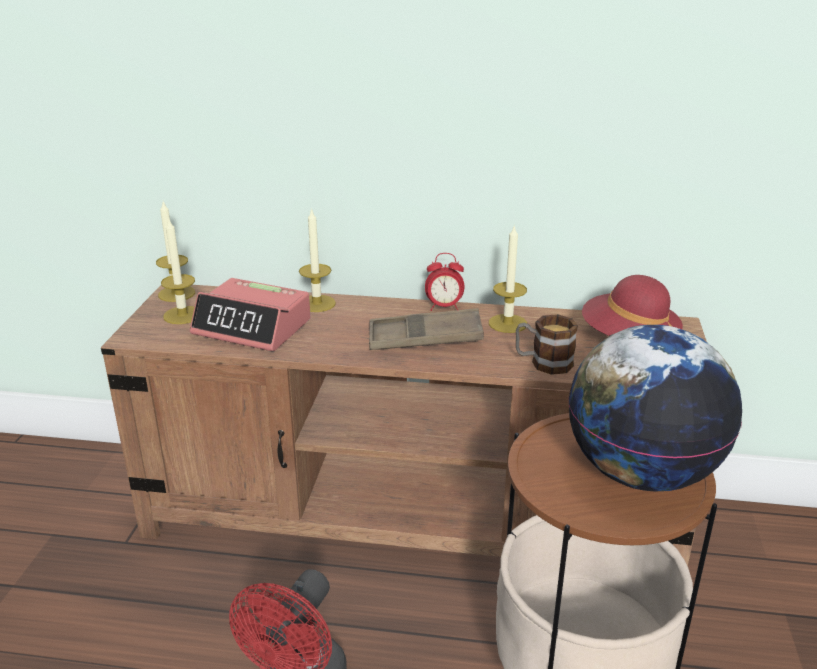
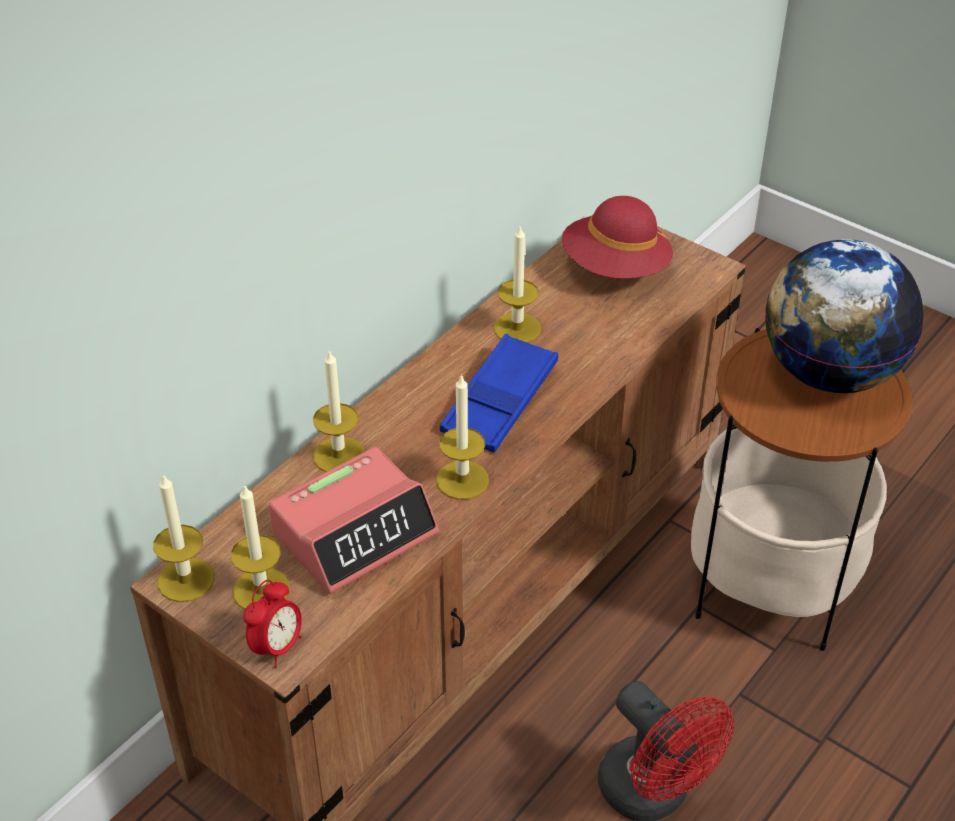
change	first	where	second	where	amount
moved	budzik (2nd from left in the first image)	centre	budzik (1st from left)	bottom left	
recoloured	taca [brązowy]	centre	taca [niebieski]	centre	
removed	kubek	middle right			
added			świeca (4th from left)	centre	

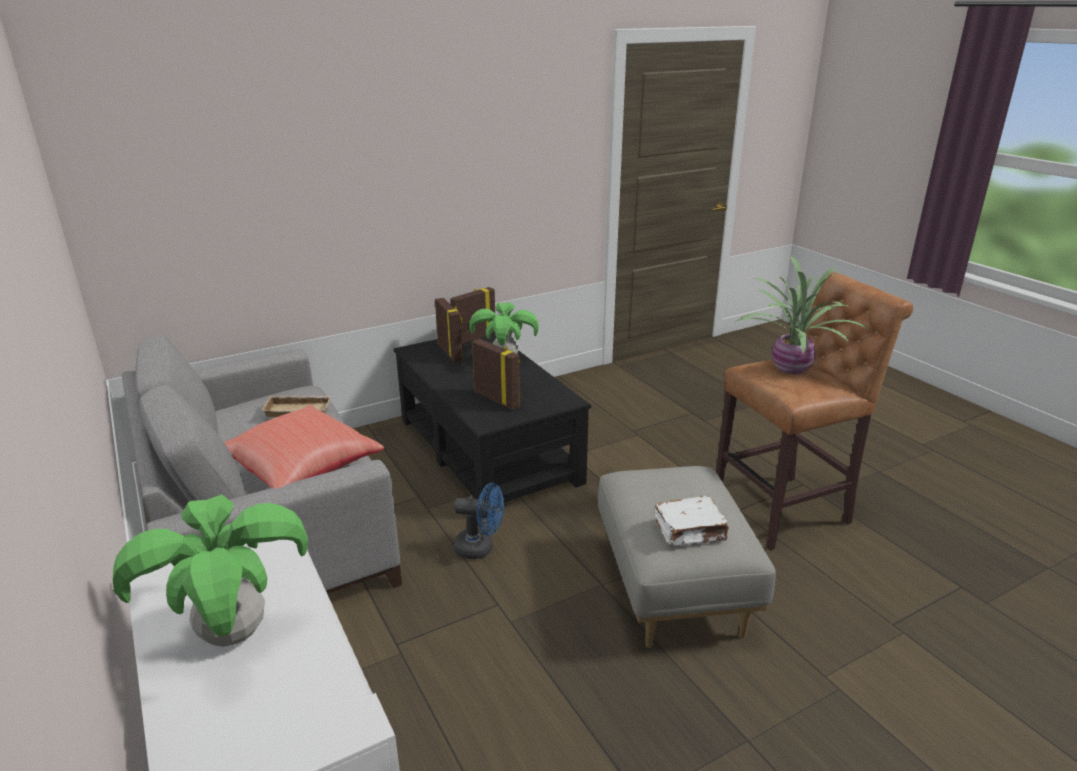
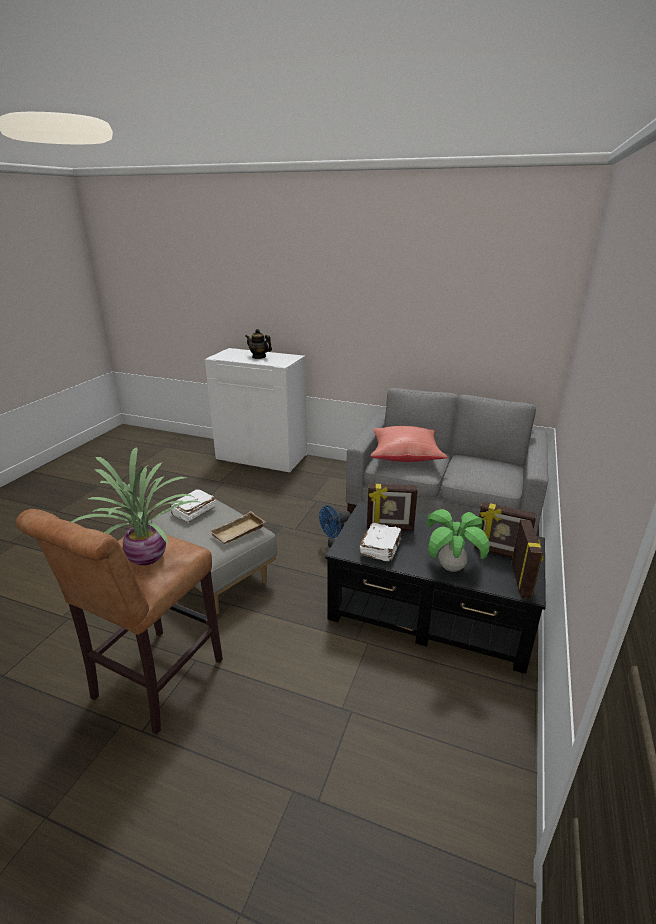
change	first	where	second	where	amount
moved	taca [beżowy]	middle left		centre	
replaced	roślina doniczkowa (1st from left)	bottom left	imbryk	centre	
added			książka [biały] (2nd from left)	centre	

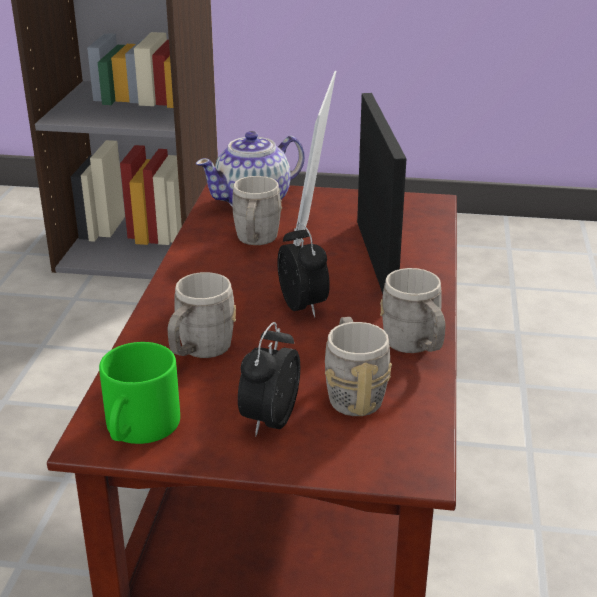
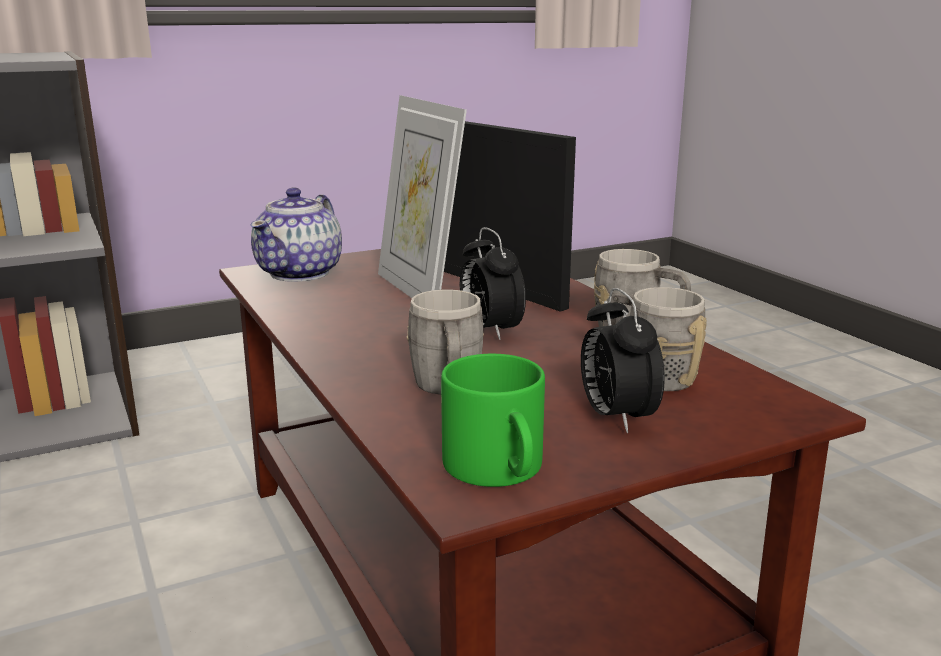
change	first	where	second	where	amount
removed	kubek [szary] (2nd from left)	centre			
turned	budzik (2nd from left in the first image)	centre	budzik (1st from left)	centre	150 degrees counterclockwise

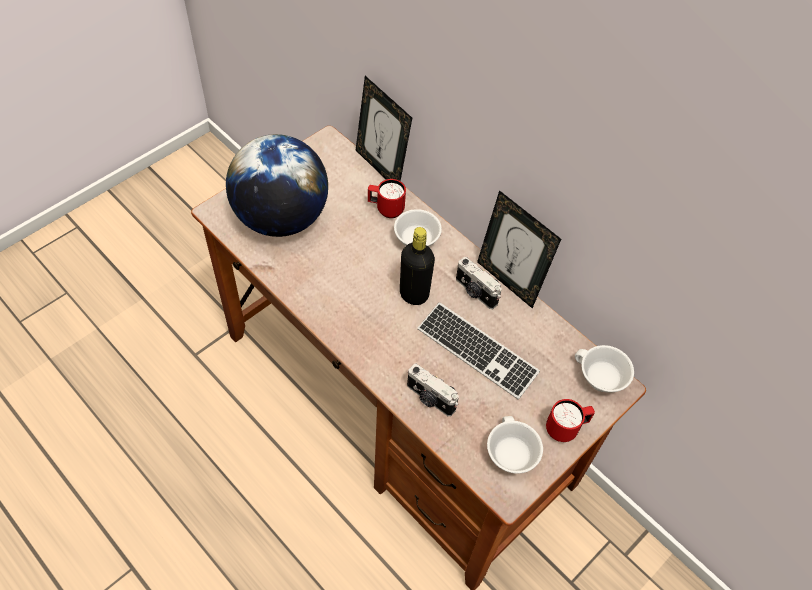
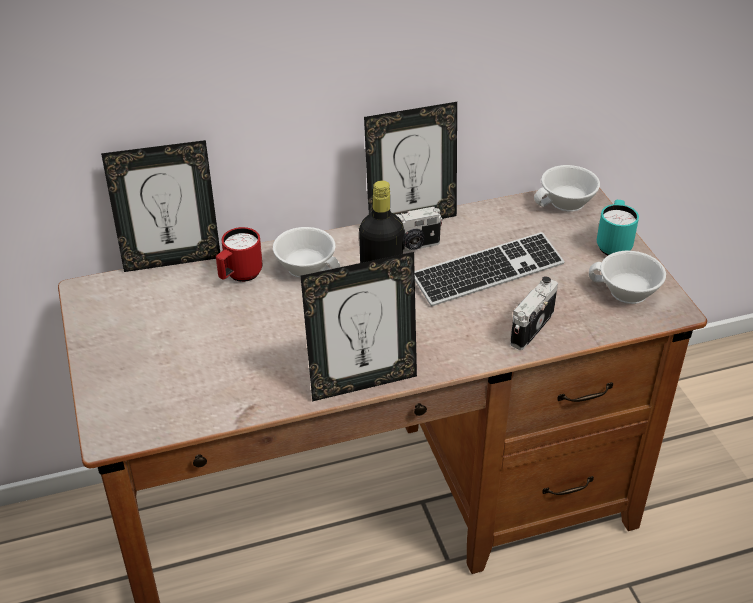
change	first	where	second	where	amount
removed	globus	top centre			
turned	aparat fotograficzny (1st from left in the first image)	centre	aparat fotograficzny (2nd from left)	middle right	150 degrees clockwise
recoloured	kubek [czerwony] (2nd from left)	bottom right	kubek [turkusowy]	middle right	
added			ramka na zdjęcie (2nd from left)	centre	

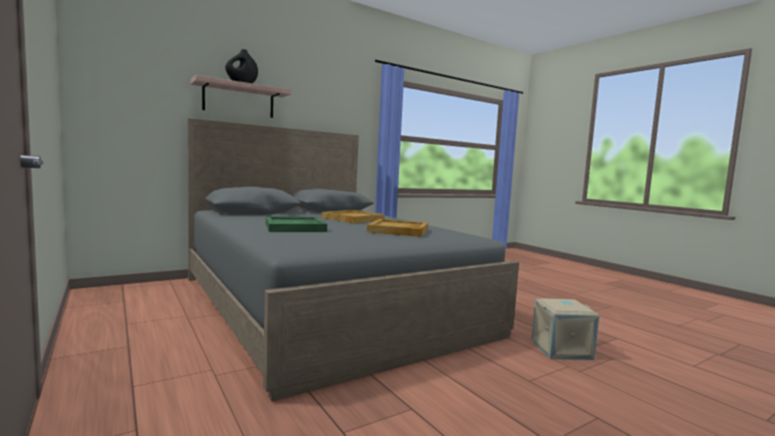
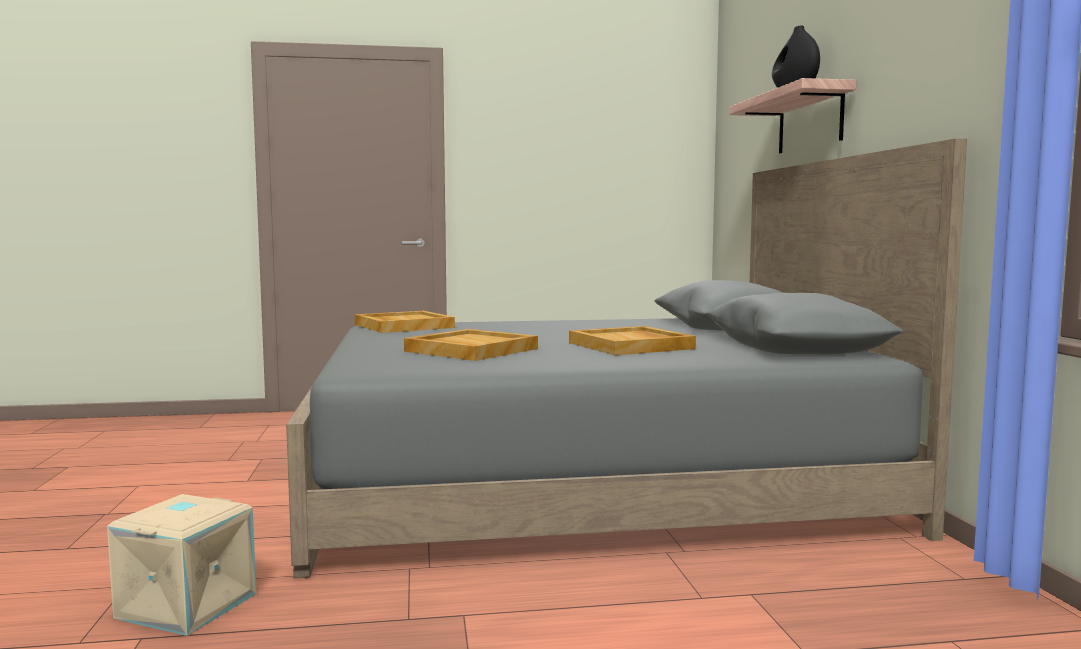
change	first	where	second	where	amount
removed	taca [zielony]	centre			
added			taca [beżowy] (1st from left)	centre	

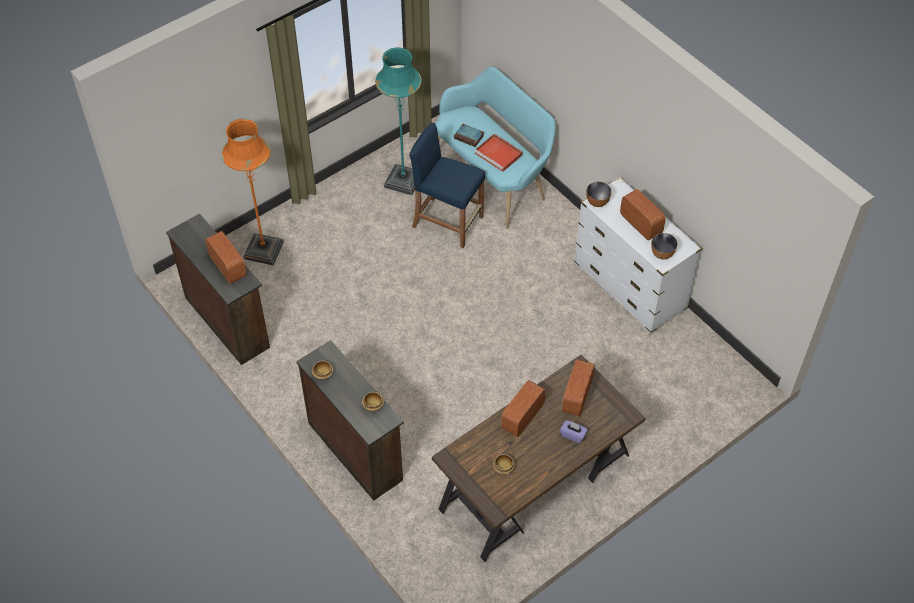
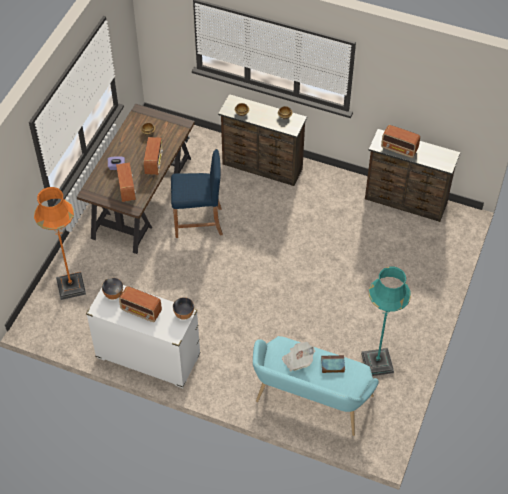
change	first	where	second	where	amount
moved	lampa stojąca [pomarańczowy]	top left		middle left	
moved	stołek [niebieski]	top centre		centre	
replaced	taca [czerwony]	top centre	gazeta	bottom centre	

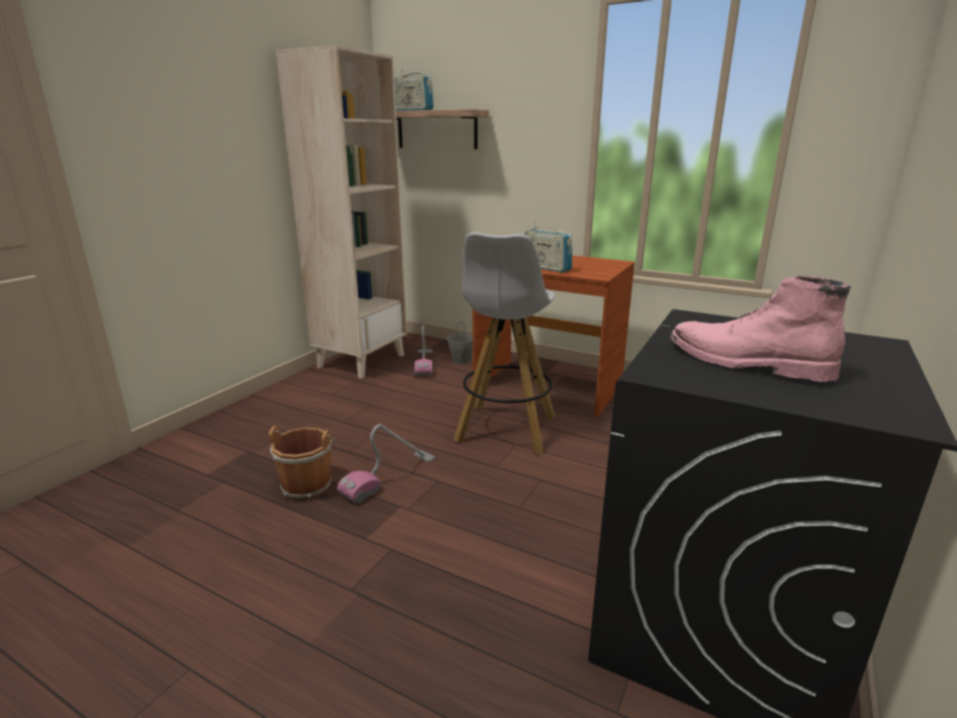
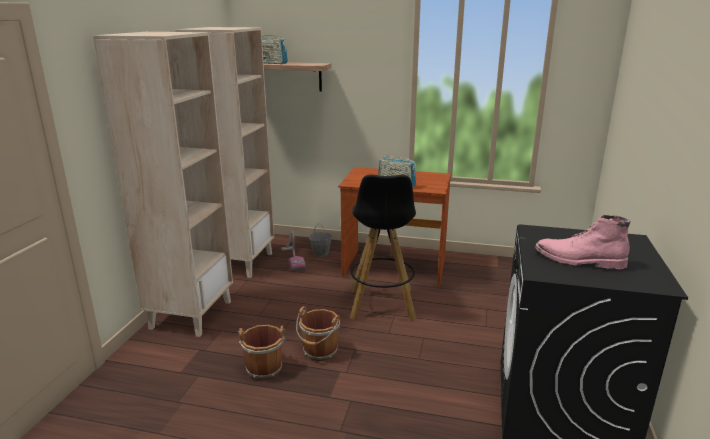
change	first	where	second	where	amount
recoloured	stołek [biały]	centre	stołek [czarny]	centre	
replaced	odkurzacz (1st from left)	centre	wiadro [brązowy] (2nd from left)	bottom centre	
added			regał [beżowy] (1st from left)	middle left	

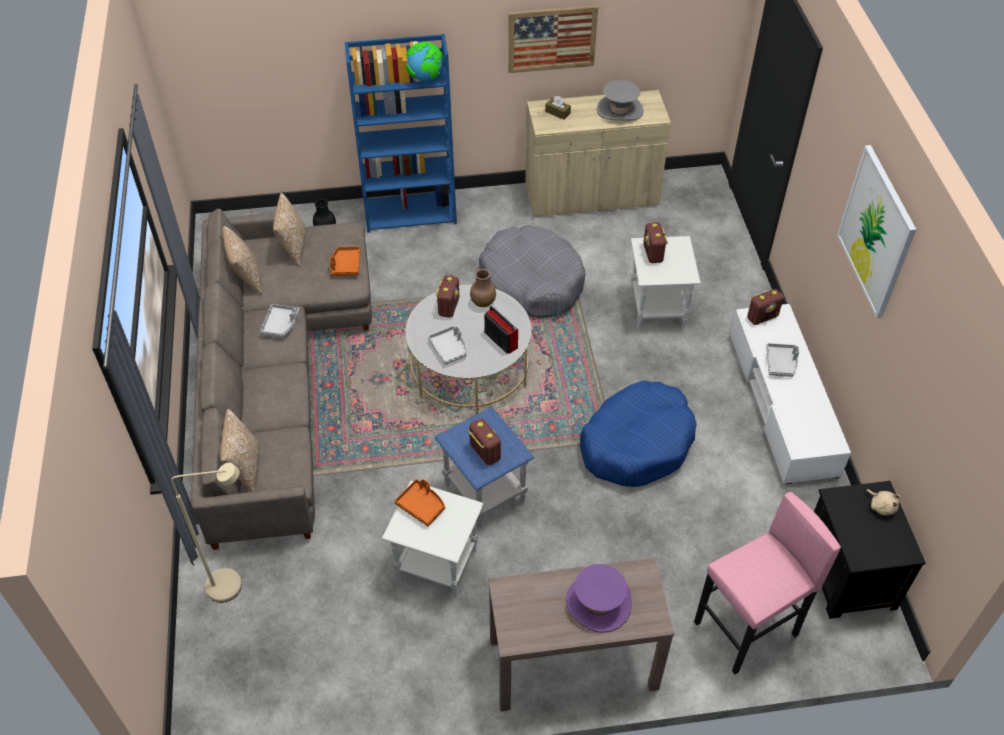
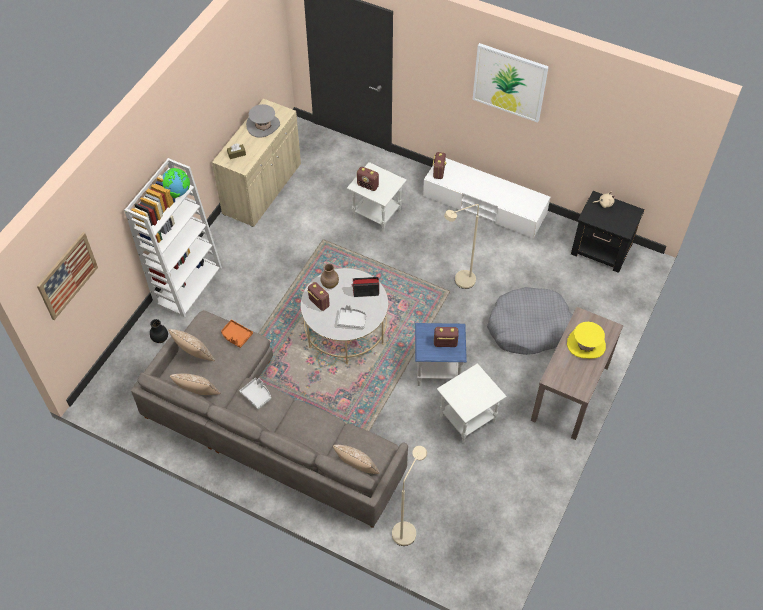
change	first	where	second	where	amount
moved	obraz (1st from left)	top centre		middle left	
recoloured	regał [niebieski]	top centre	regał [biały]	middle left	
moved	legowisko [szary]	centre		middle right	
removed	taca [szary] (3rd from left)	middle right			
replaced	legowisko [niebieski]	centre	lampa stojąca [beżowy] (2nd from left)	centre	
removed	taca [pomarańczowy] (2nd from left)	bottom centre			
removed	stołek [różowy]	bottom right			
recoloured	kapelusz [fioletowy]	bottom centre	kapelusz [żółty]	middle right	

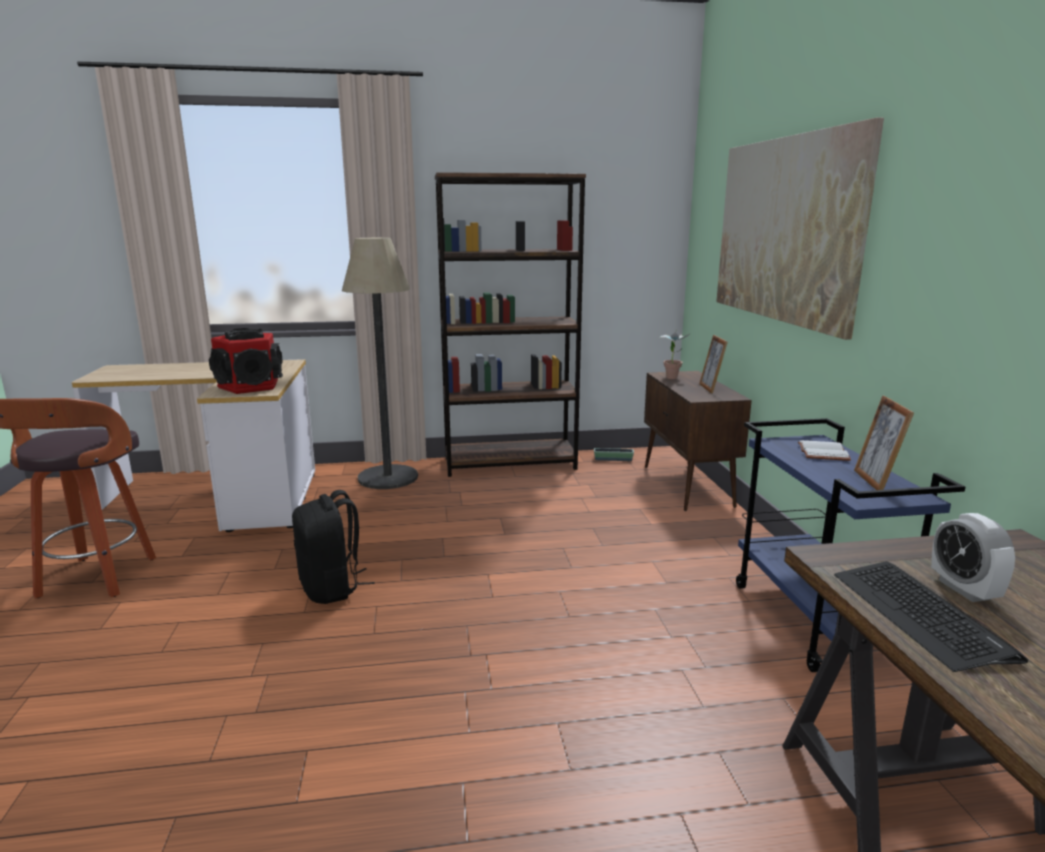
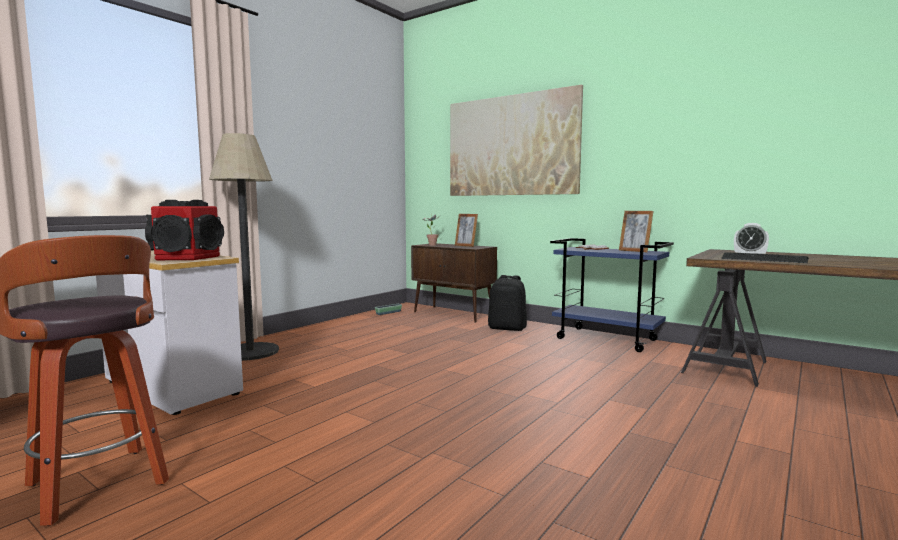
change	first	where	second	where	amount
removed	regał [brązowy]	centre			
moved	plecak [czarny]	middle left		centre	

